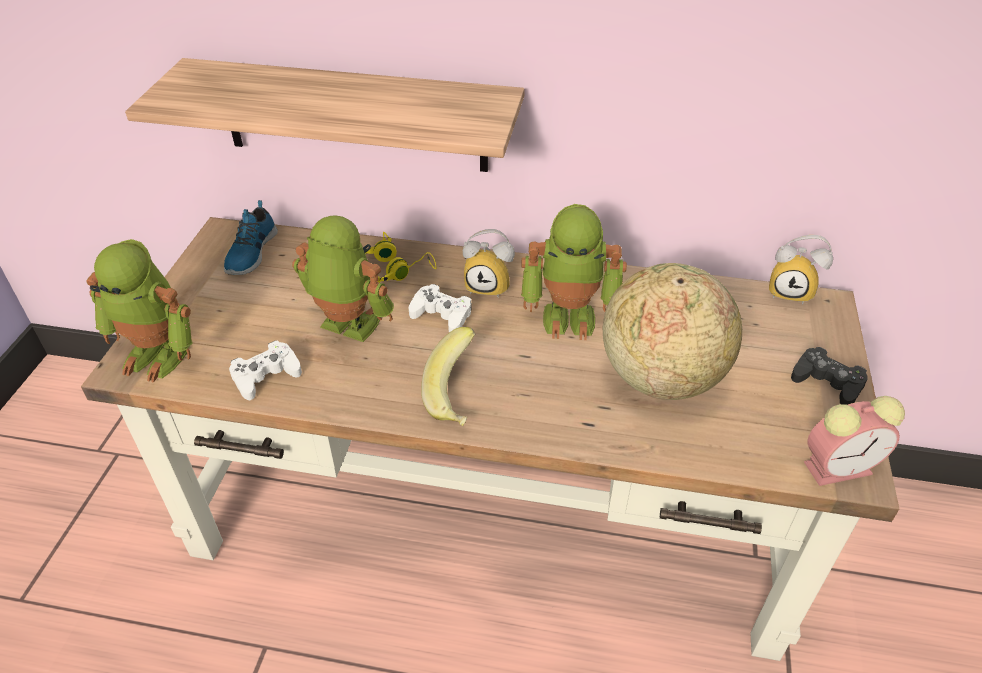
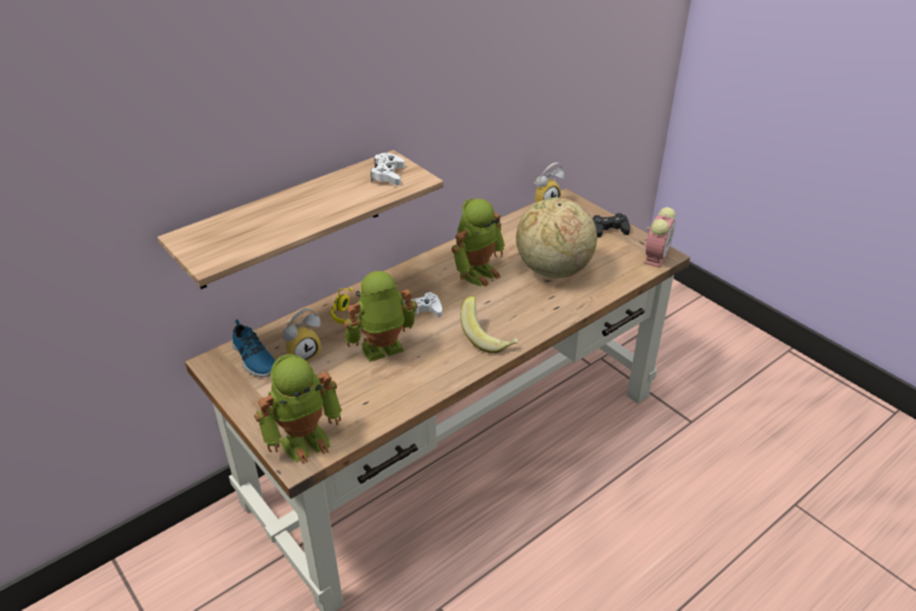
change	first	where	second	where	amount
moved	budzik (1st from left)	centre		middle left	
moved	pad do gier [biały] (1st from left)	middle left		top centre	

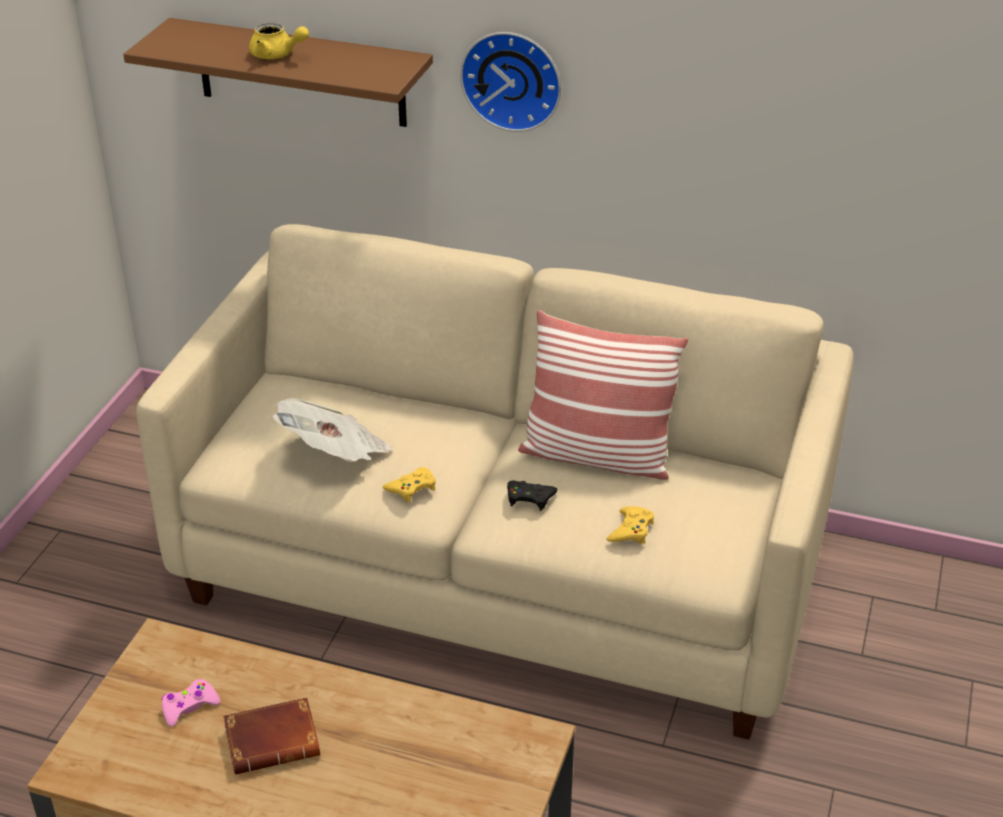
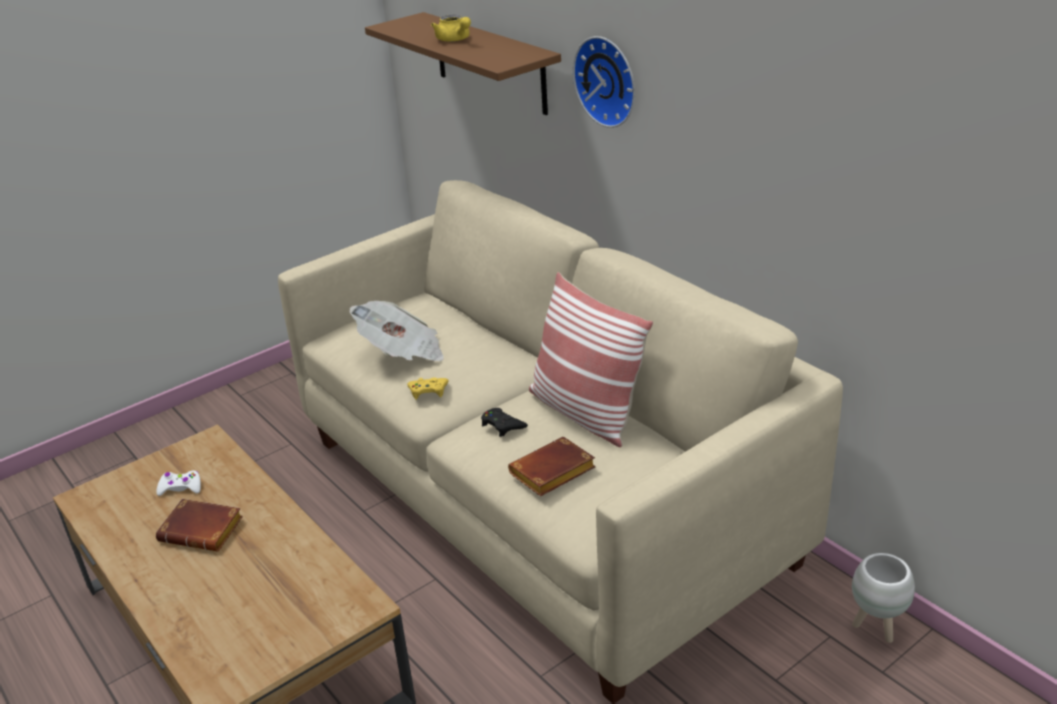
change	first	where	second	where	amount
replaced	pad do gier [żółty] (2nd from left)	centre	książka [brązowy] (2nd from left)	centre	
recoloured	pad do gier [różowy]	bottom left	pad do gier [biały]	bottom left	
added			donica [biały]	bottom right	

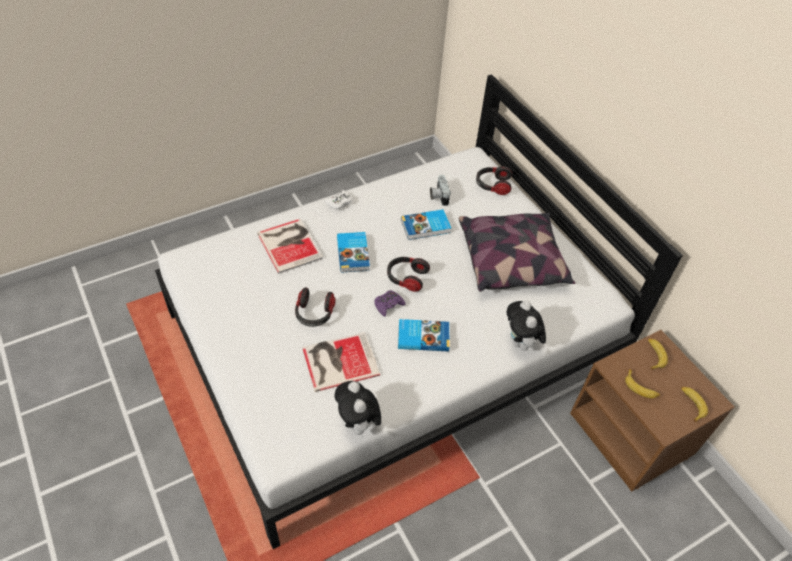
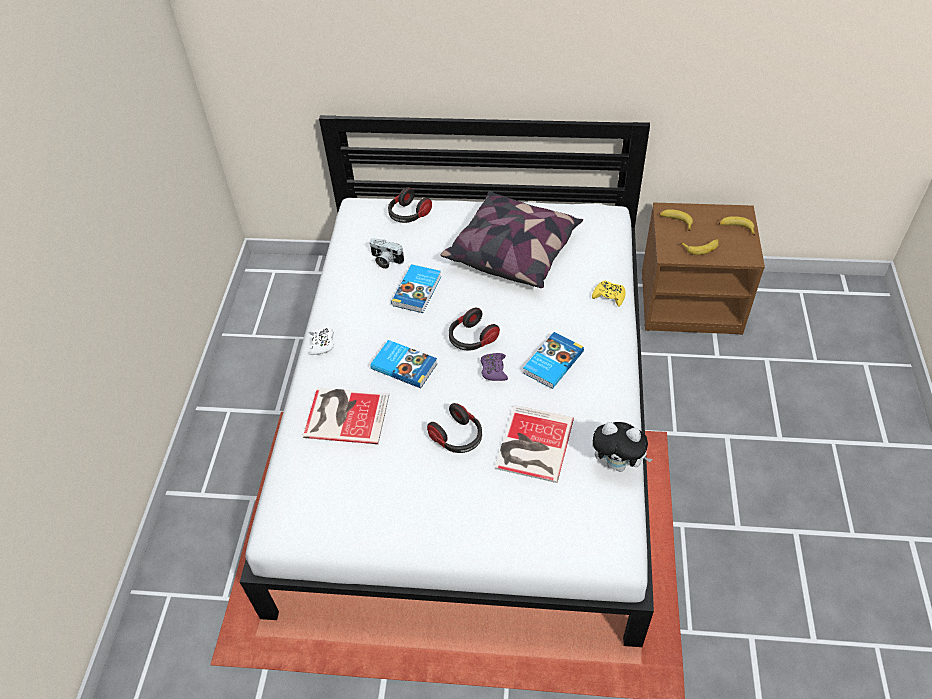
change	first	where	second	where	amount
replaced	pluszak (2nd from left)	centre	pad do gier [żółty]	centre	

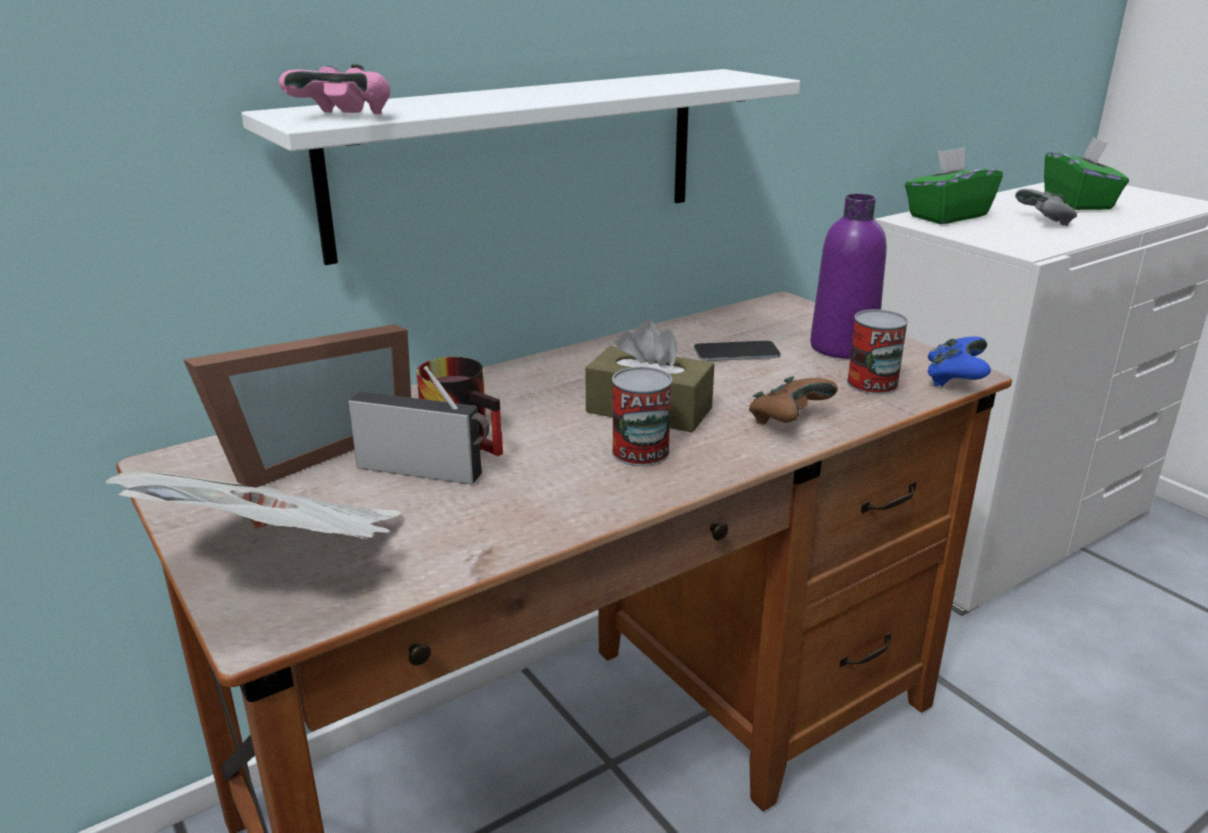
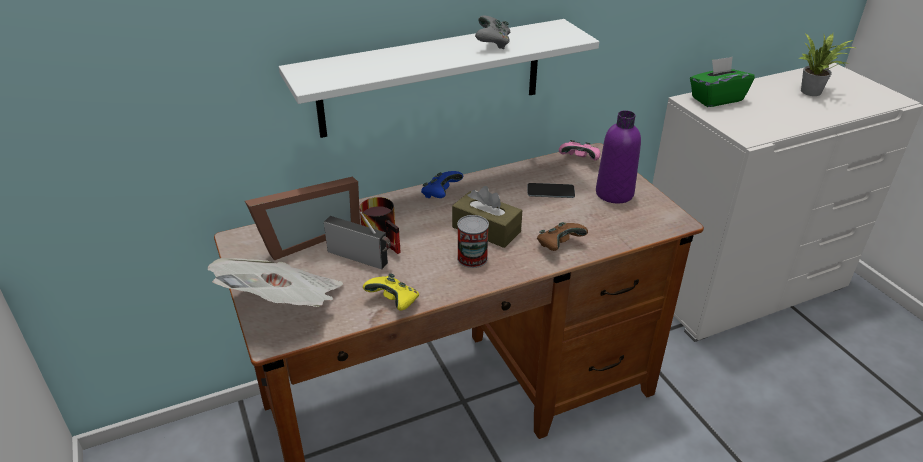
change	first	where	second	where	amount
moved	pad do gier [różowy]	top left		top centre	
replaced	pudełko chusteczek [zielony] (2nd from left)	top right	roślina doniczkowa	top right	
moved	pad do gier [szary]	top right		top centre	
removed	puszka (2nd from left)	middle right			
moved	pad do gier [niebieski]	middle right		centre	
added			pad do gier [żółty]	centre	

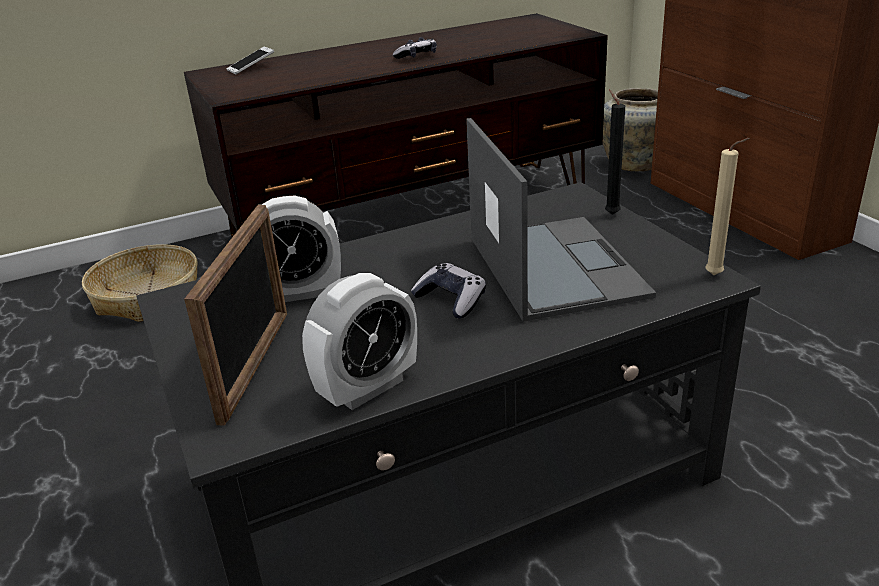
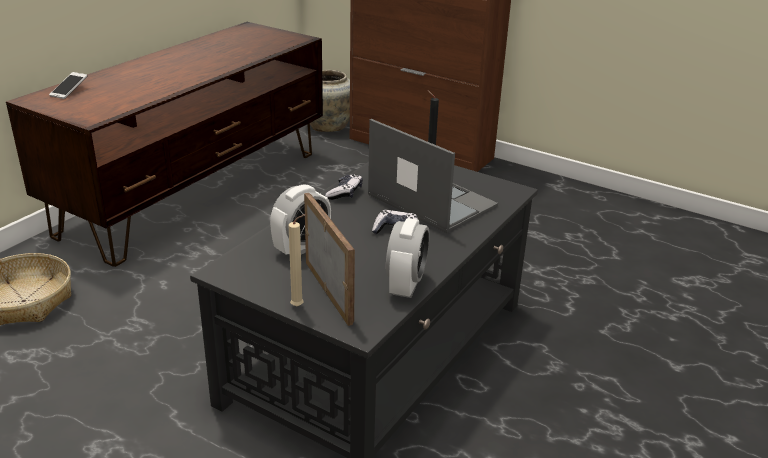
change	first	where	second	where	amount
moved	pad do gier (1st from left)	top centre		centre	
moved	świeca [beżowy]	middle right		centre	

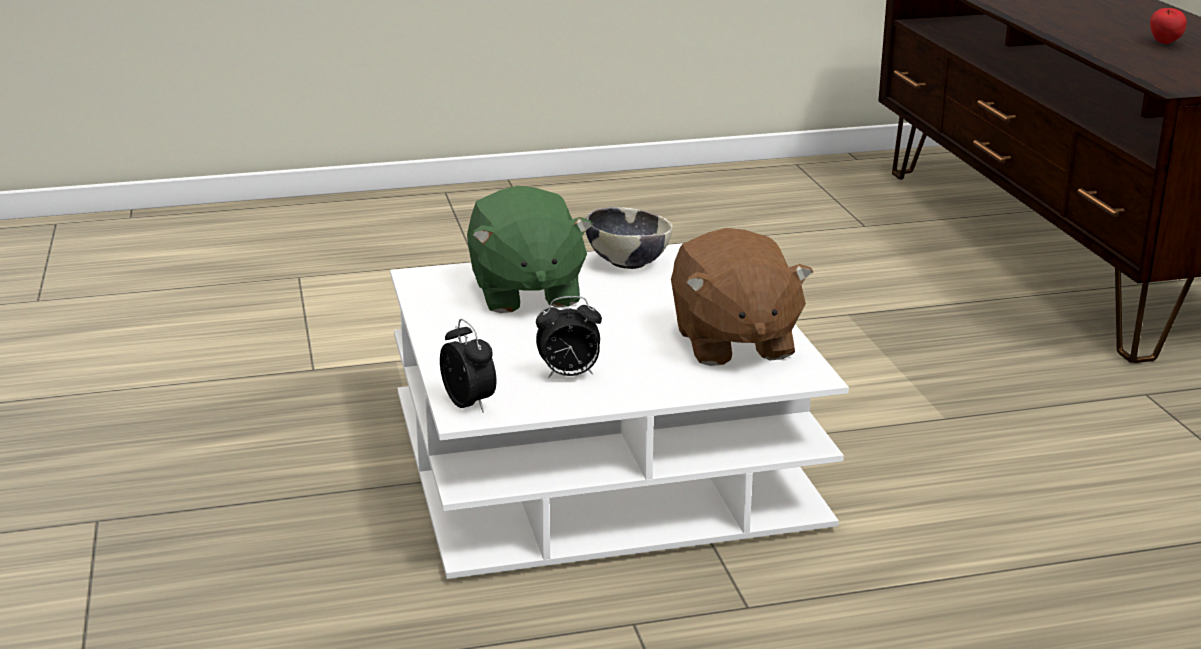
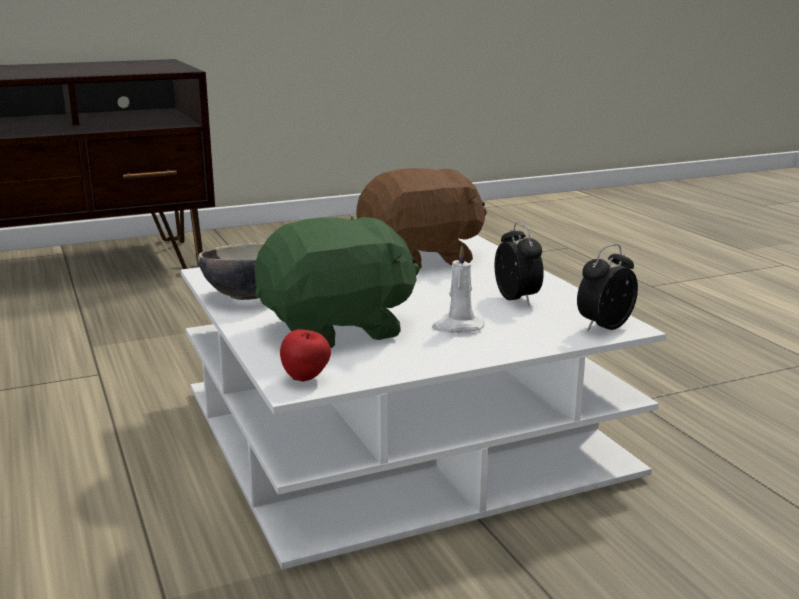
change	first	where	second	where	amount
moved	jabłko	top right		centre	
added			świeca [biały]	centre	

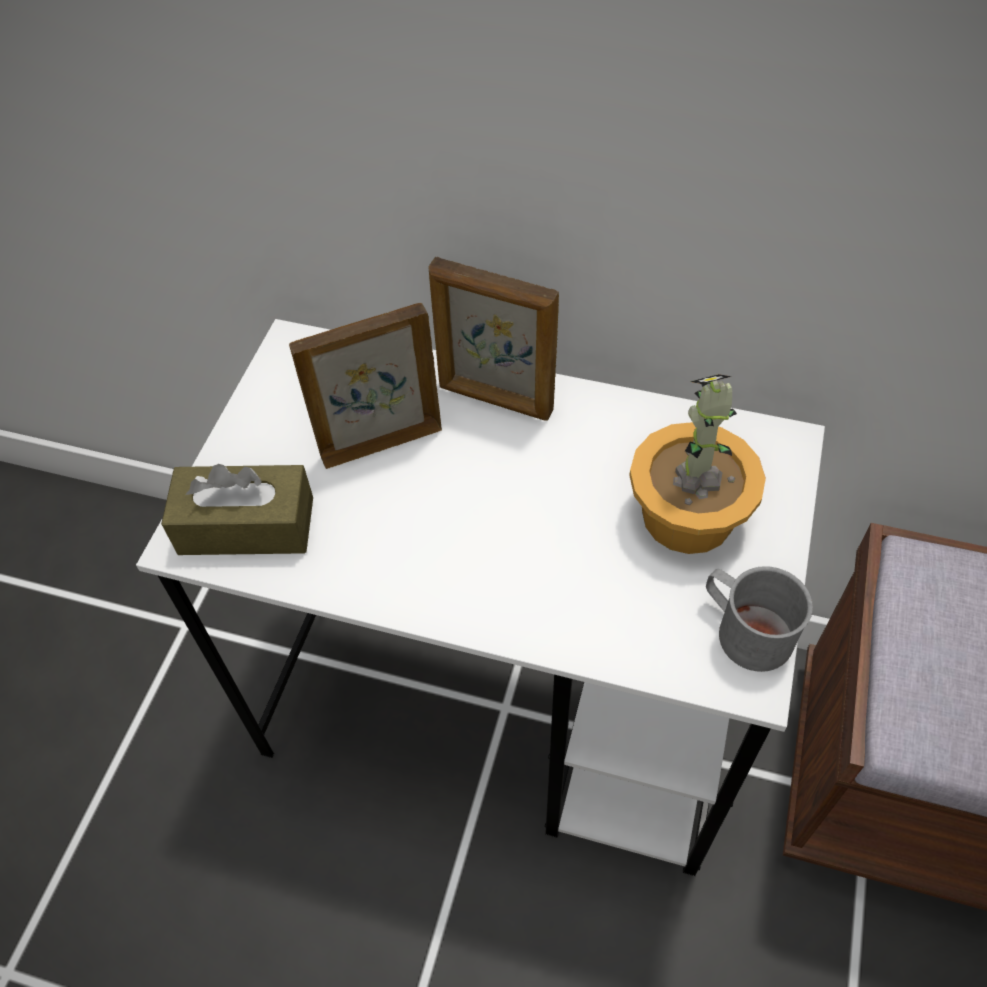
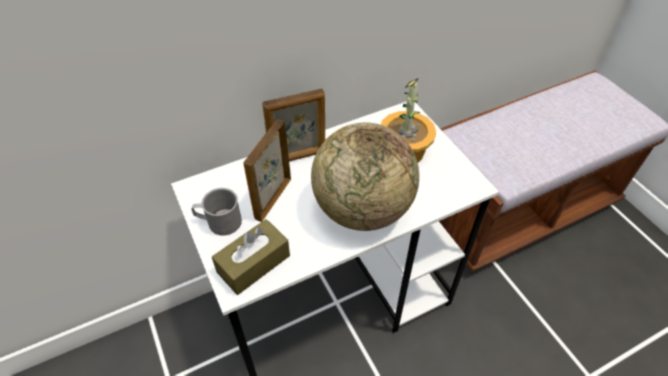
change	first	where	second	where	amount
moved	kubek [szary]	middle right		middle left	
added			globus	centre	

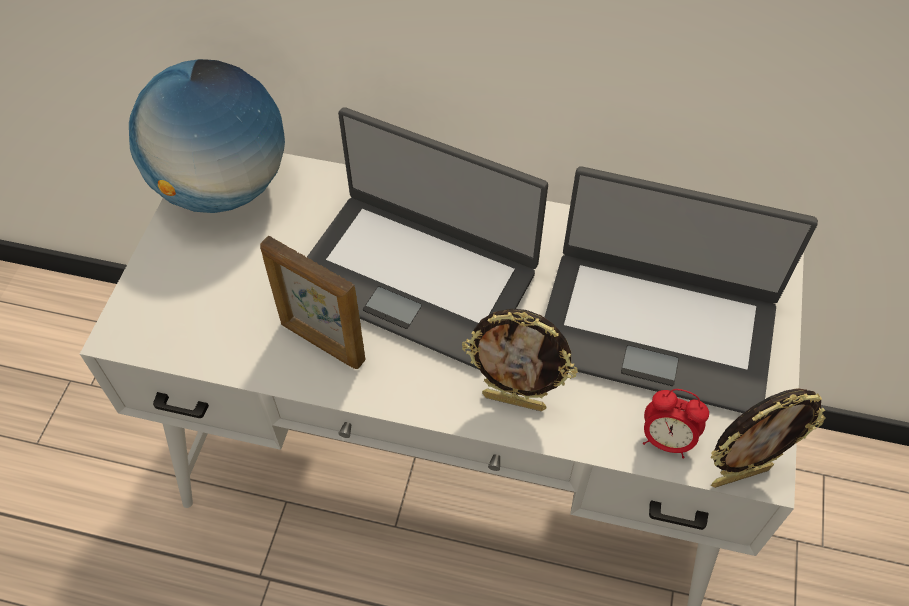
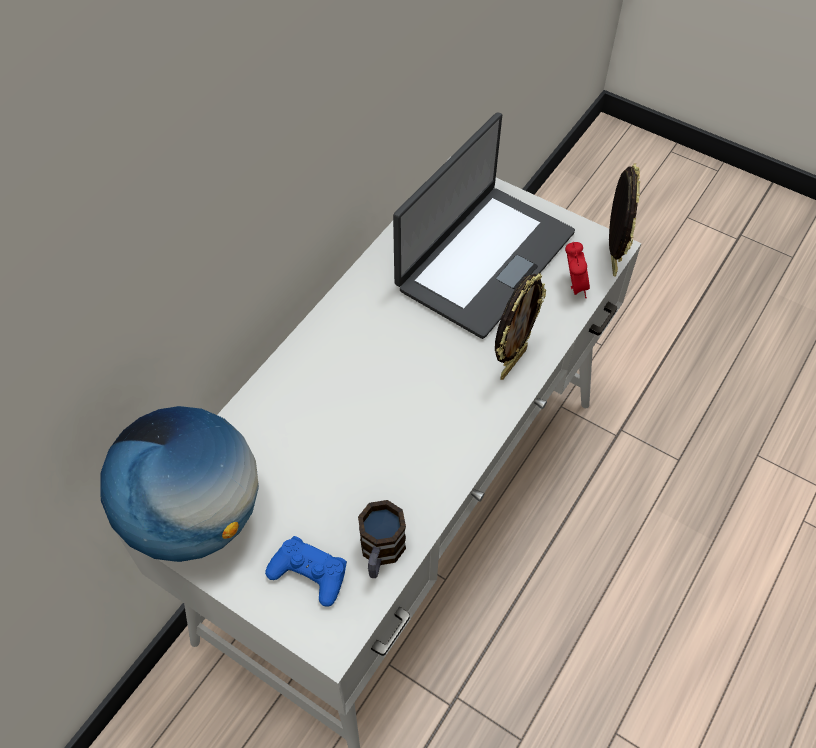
change	first	where	second	where	amount
removed	laptop (1st from left)	centre			
removed	ramka na zdjęcie (1st from left)	centre			
turned	budzik	bottom right		middle right	45 degrees counterclockwise
added			kubek	bottom centre	
added			pad do gier [niebieski]	bottom centre	

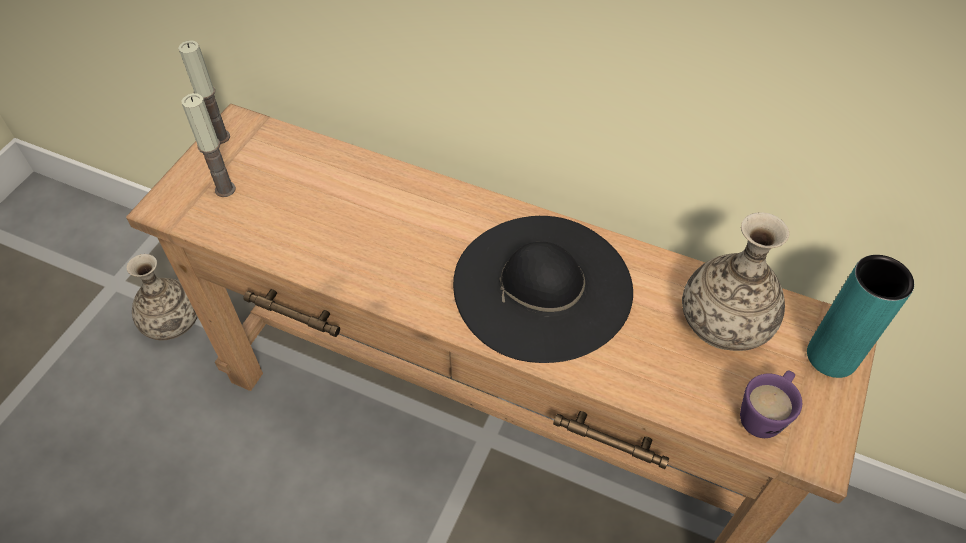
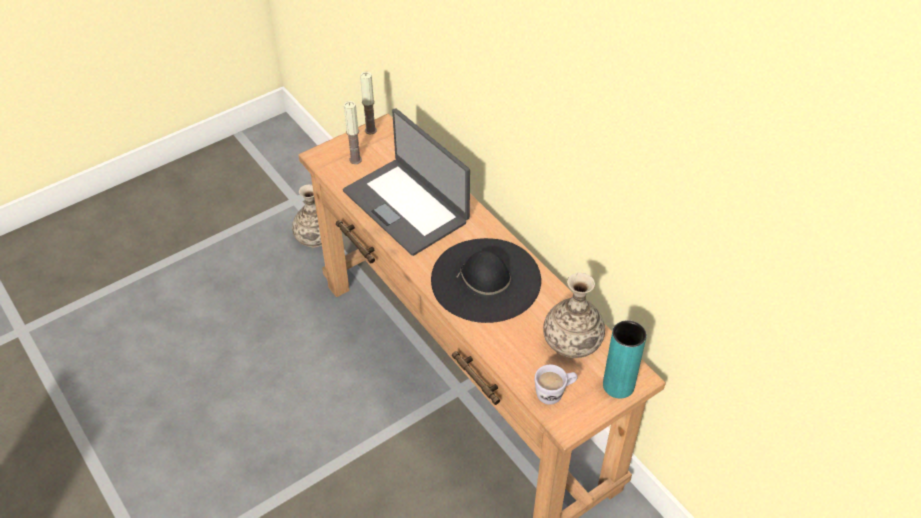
change	first	where	second	where	amount
recoloured	kubek [fioletowy]	bottom right	kubek [biały]	bottom centre	
added			laptop	centre	

